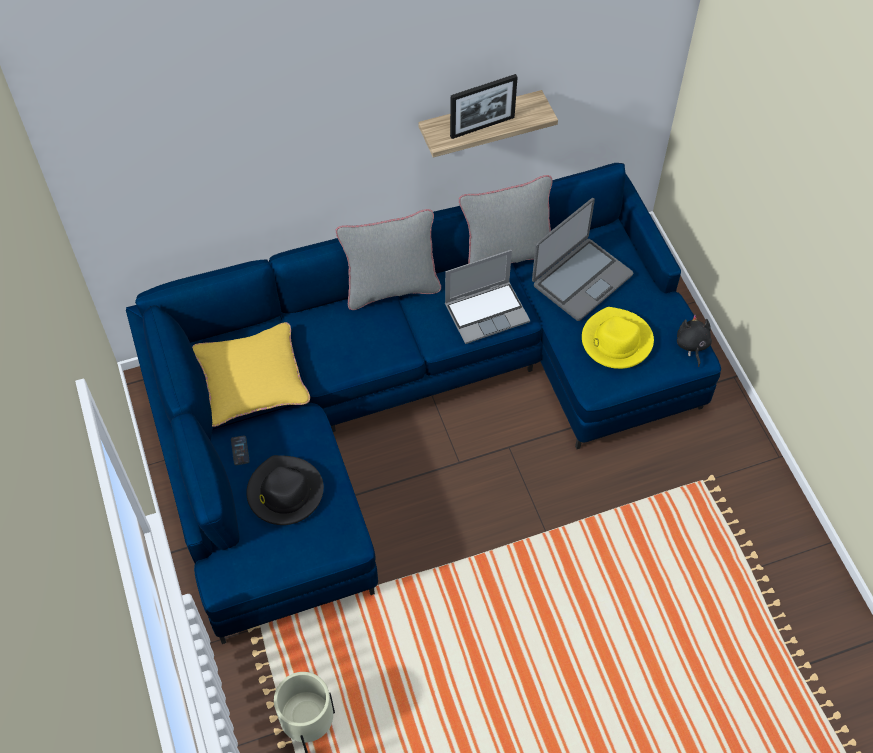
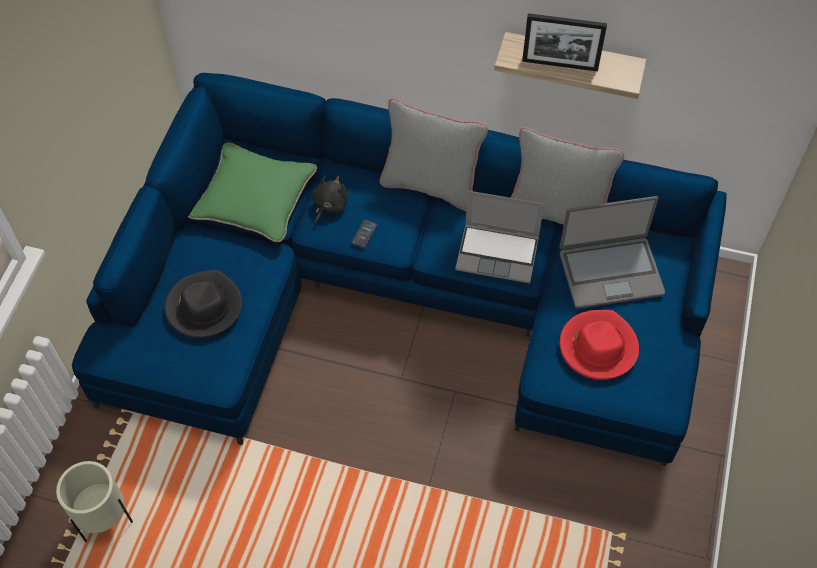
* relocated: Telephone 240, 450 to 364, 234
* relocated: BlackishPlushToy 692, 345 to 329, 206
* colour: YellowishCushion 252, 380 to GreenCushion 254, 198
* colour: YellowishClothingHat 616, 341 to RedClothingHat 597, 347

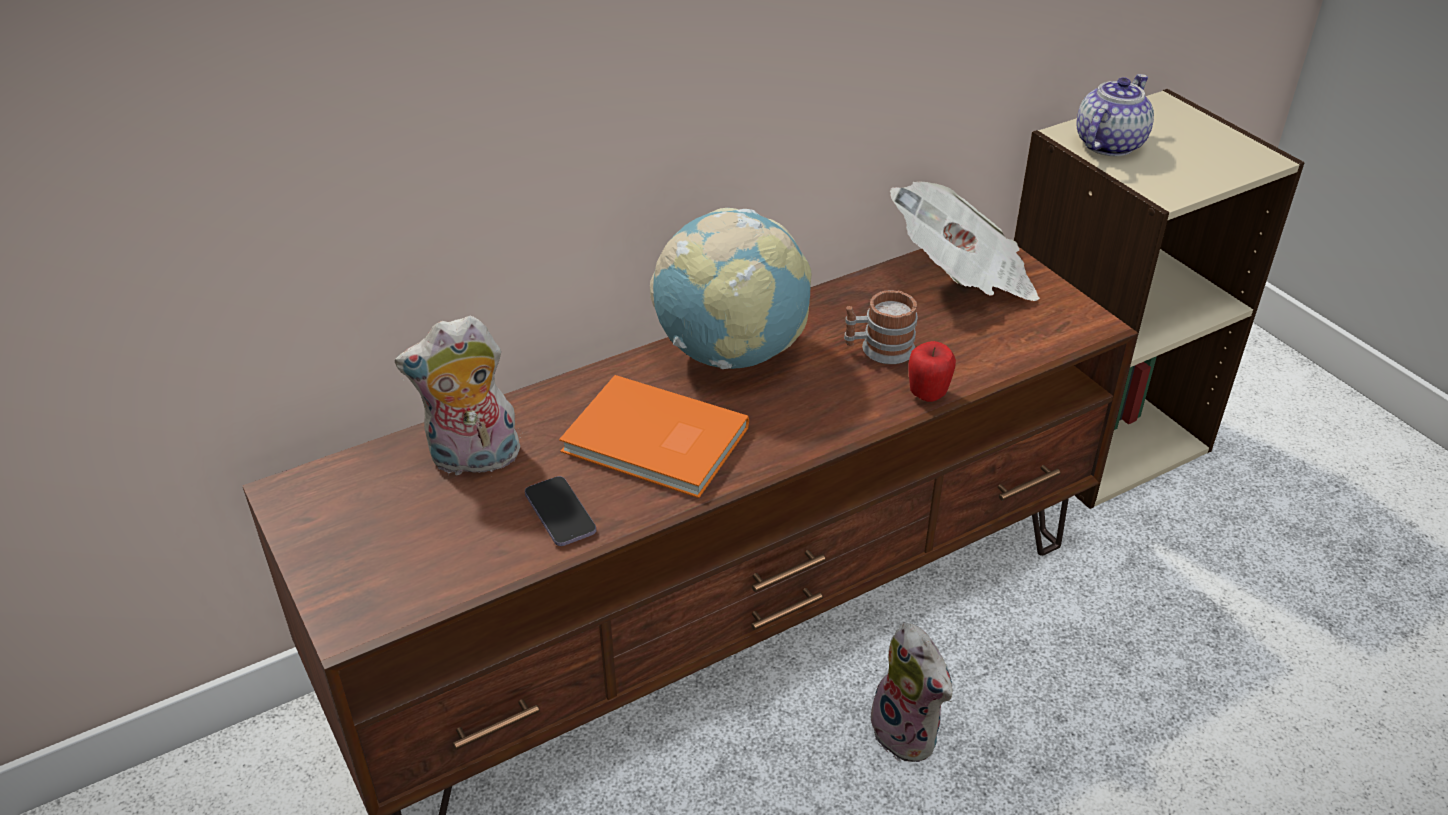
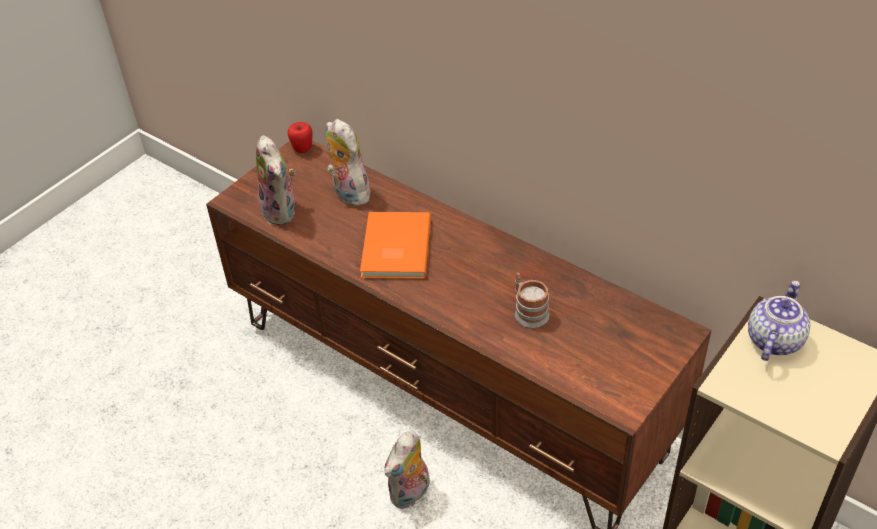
* missing: Telephone 560, 513
* missing: Globe 731, 353
* missing: DailyPaper 962, 277
* appeared: PlushToy 282, 211
* relocated: WholeApple 927, 394 to 302, 149
* spun: PotForTea 1108, 144 = 773, 340 75 degrees counterclockwise

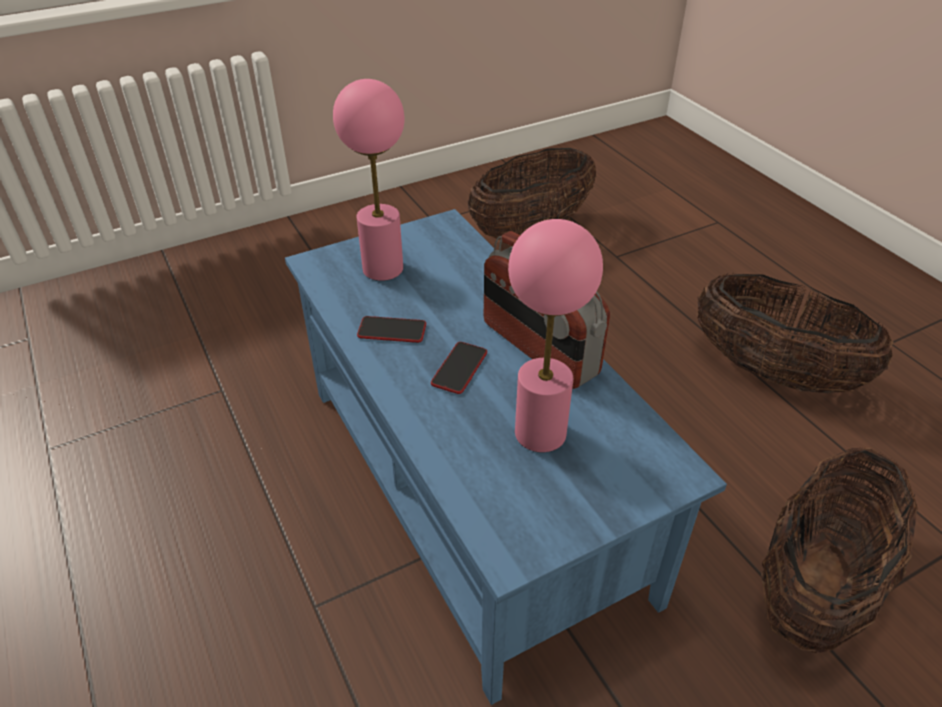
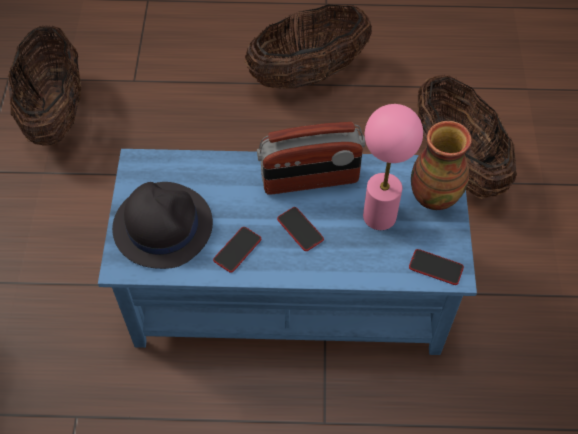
* appeared: Telephone 436, 267
* appeared: FlowerVase 433, 195
* exchanged: PinkColouredTableLamp 383, 268 to BlackishClothingHat 162, 225

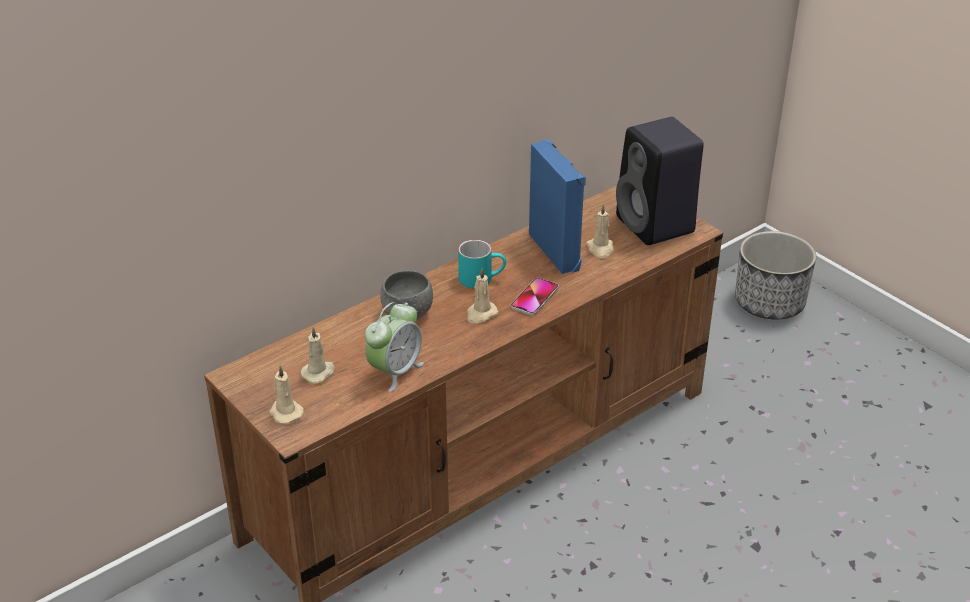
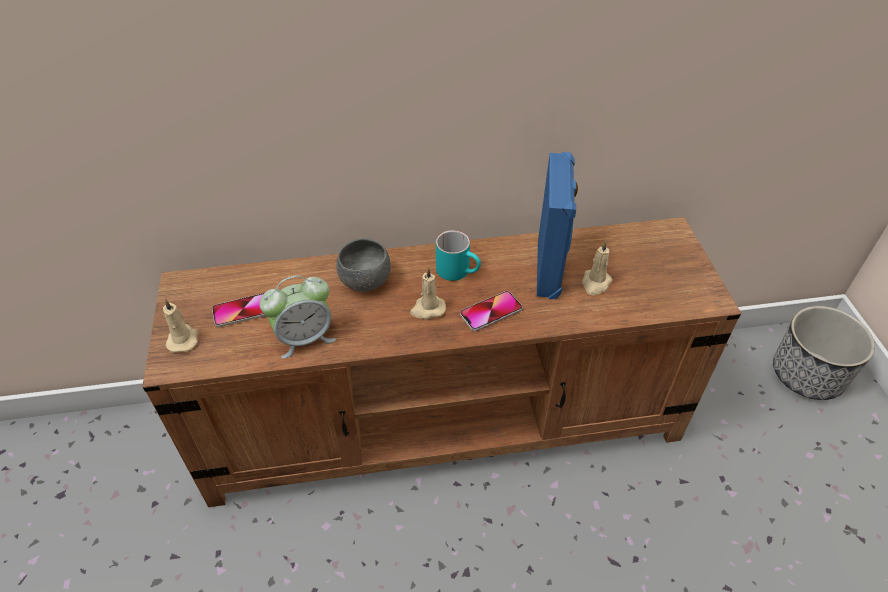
* missing: BlackishSpeaker 657, 226
* exchanged: SandColouredWaxLight 319, 373 to Telephone 244, 310

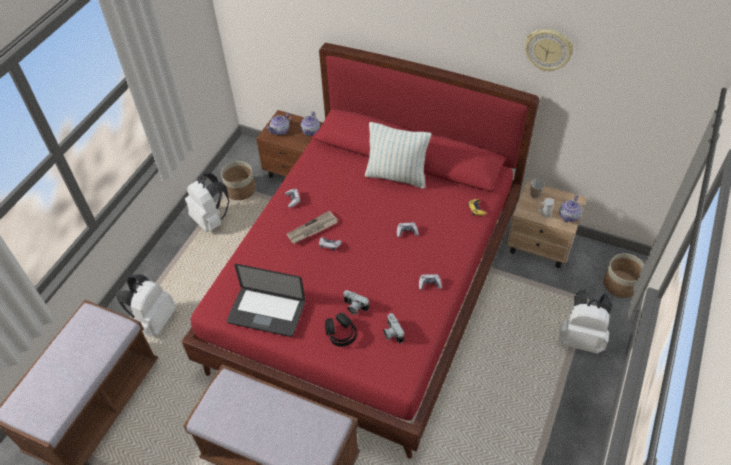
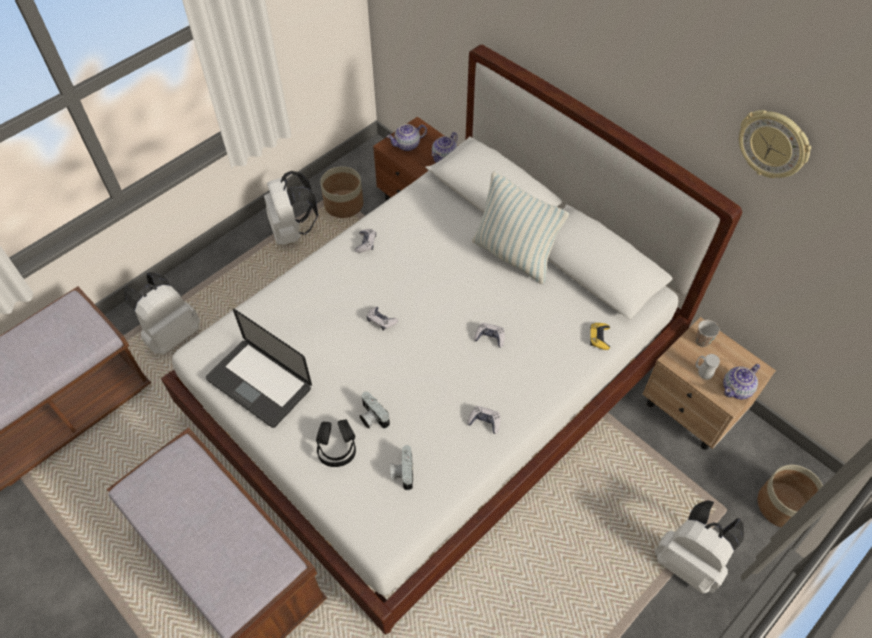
* missing: DailyPaper 312, 229
* colour: RedBedroomBed 368, 292 to WhitishBedroomBed 437, 391

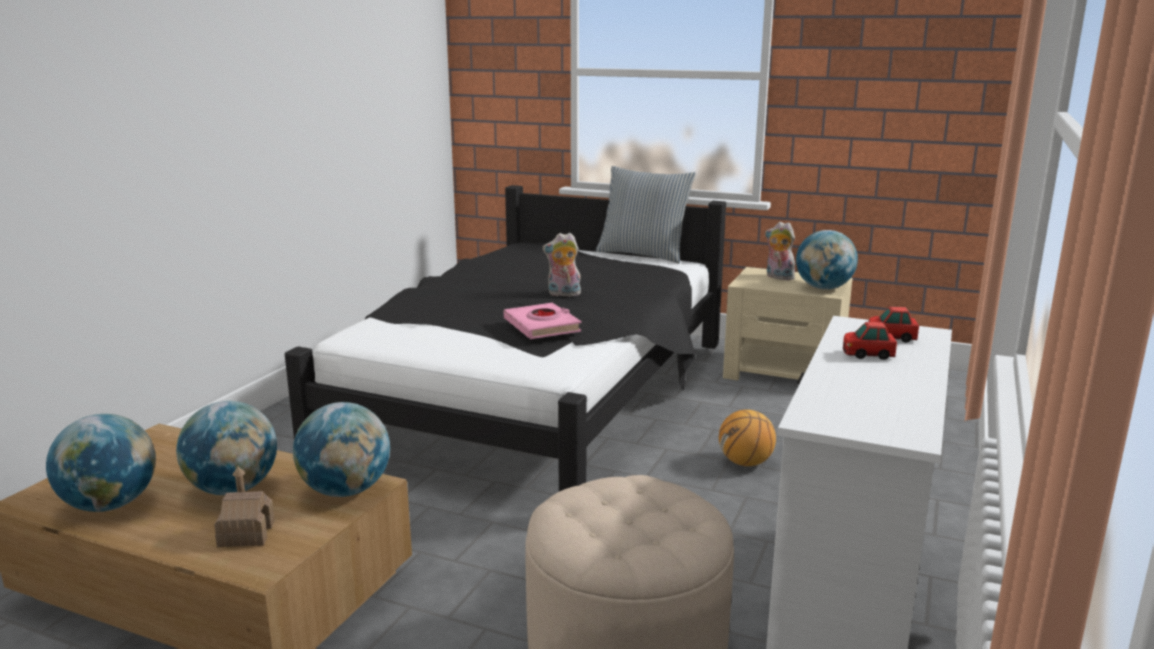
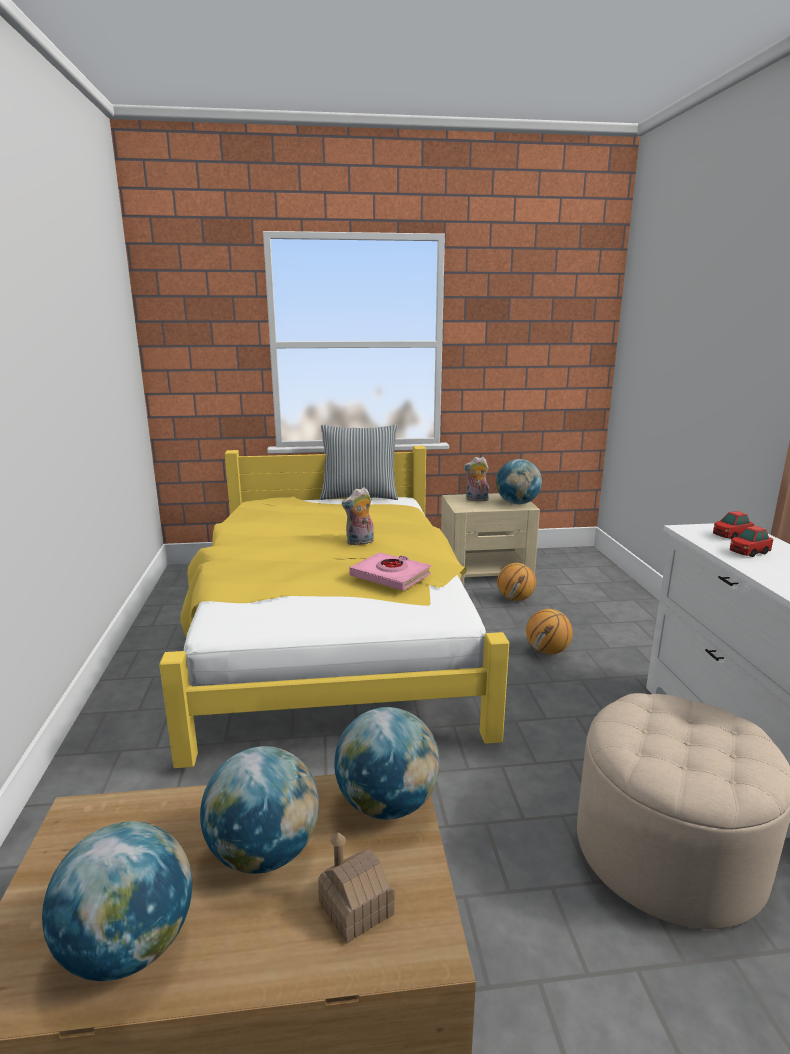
* appeared: BallForBasketball 515, 599
* colour: BlackishBedroomBed 535, 397 to YellowishBedroomBed 333, 638

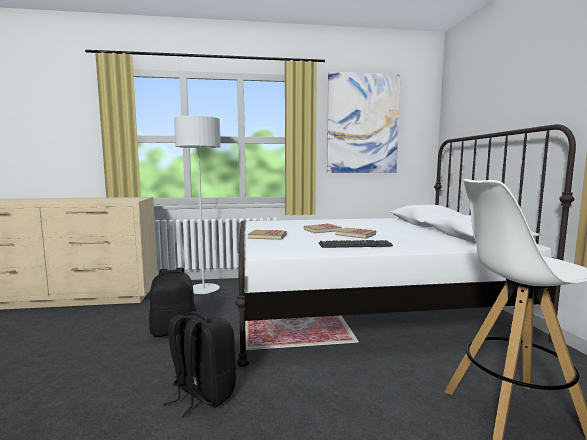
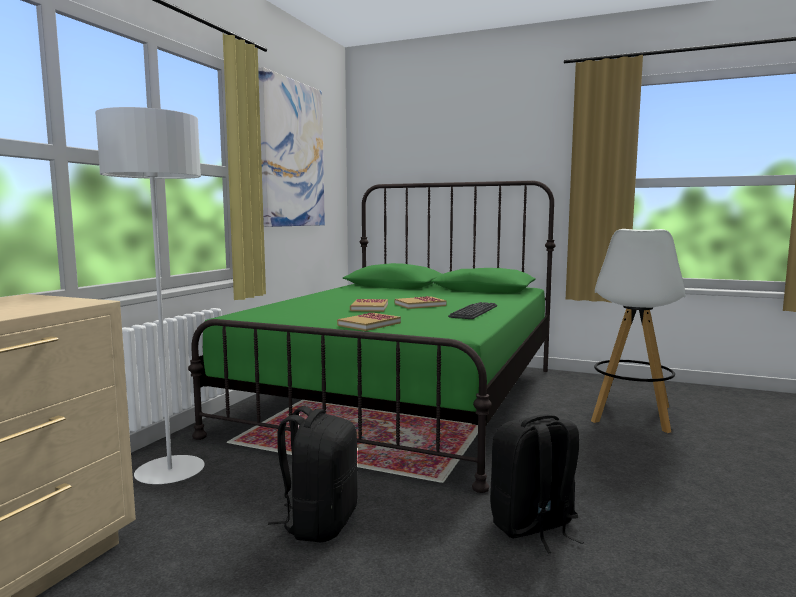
* colour: WhitishBedroomBed 366, 306 to GreenBedroomBed 403, 398

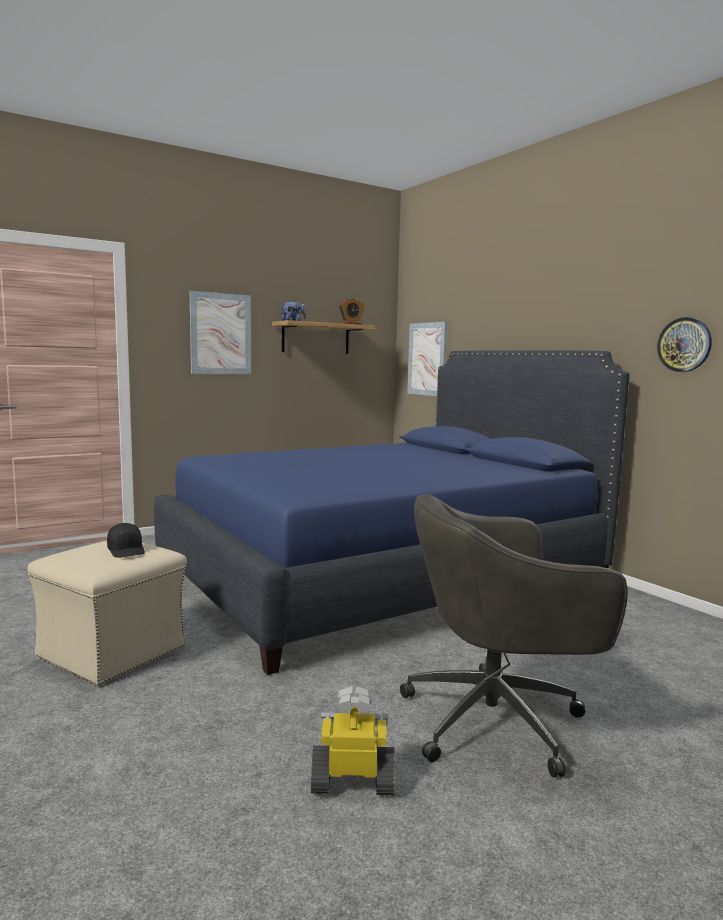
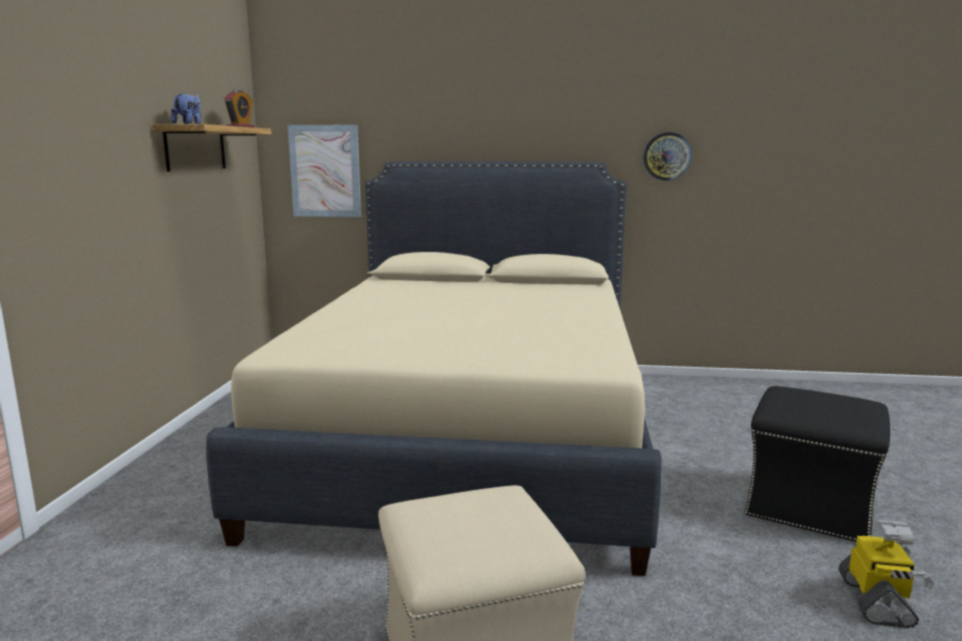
* missing: BlackishBaseballCap 127, 551
* missing: WallPicture 220, 334
* exchanged: GrayDeskChair 497, 720 to BlackishFootrest 808, 506
* colour: BluishBedroomBed 382, 576 to SandColouredBedroomBed 470, 438
* spun: RobotFigure 353, 781 = 877, 602 150 degrees clockwise

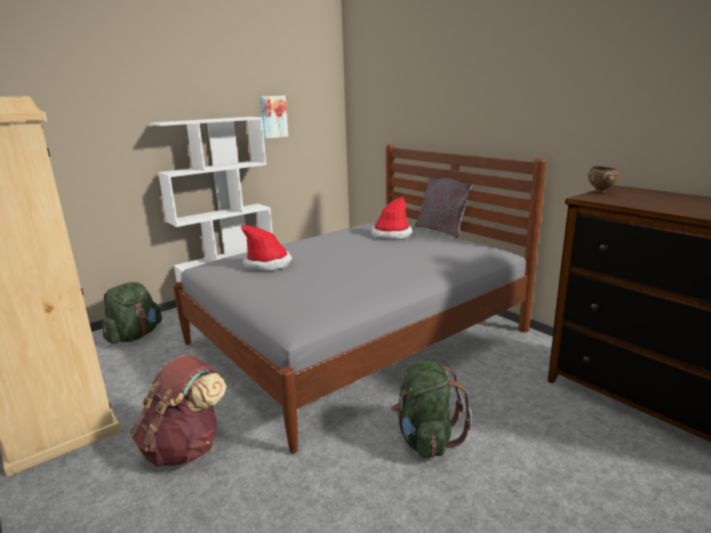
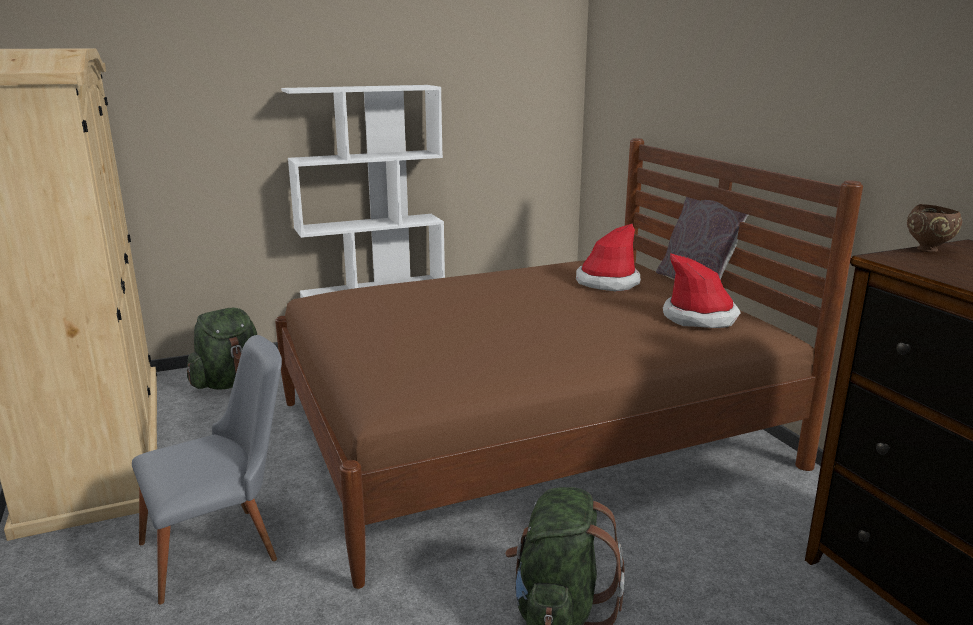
* missing: WallPicture 273, 117
* relocated: ClothingHat 268, 264 to 700, 317
* exchanged: BrownishRucksack 185, 447 to GrayChair 223, 548
* colour: GrayBedroomBed 357, 337 to BrownishBedroomBed 527, 434

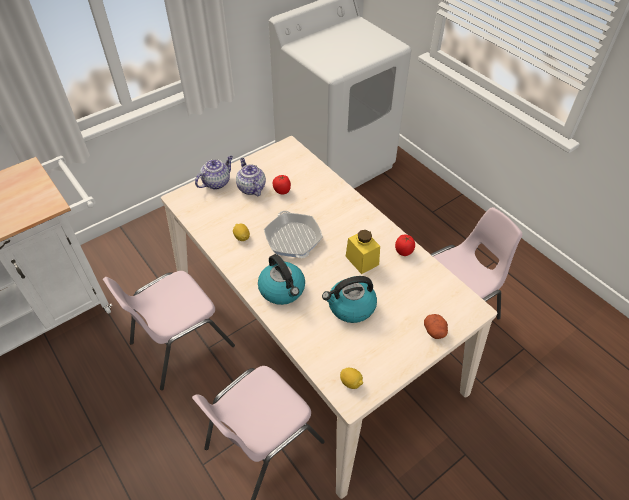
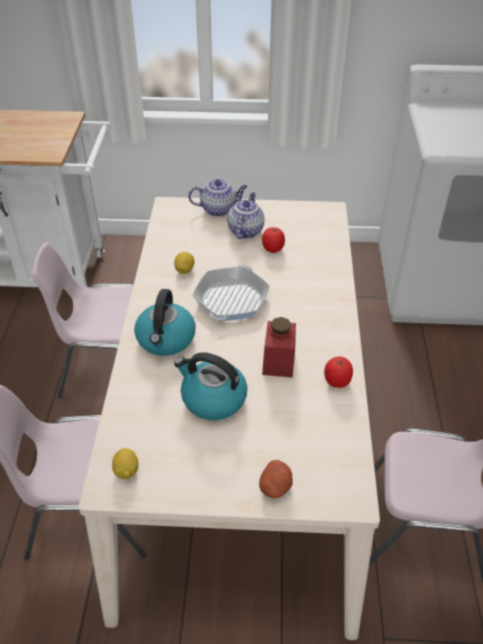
* colour: YellowishStorageJar 362, 260 to RedStorageJar 278, 362

